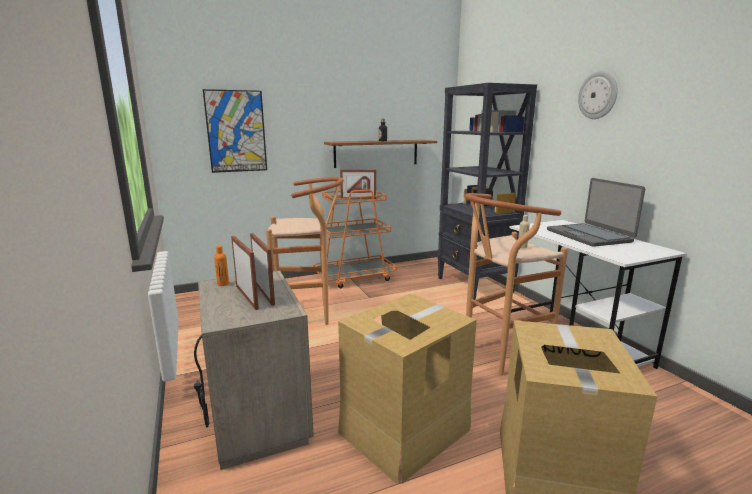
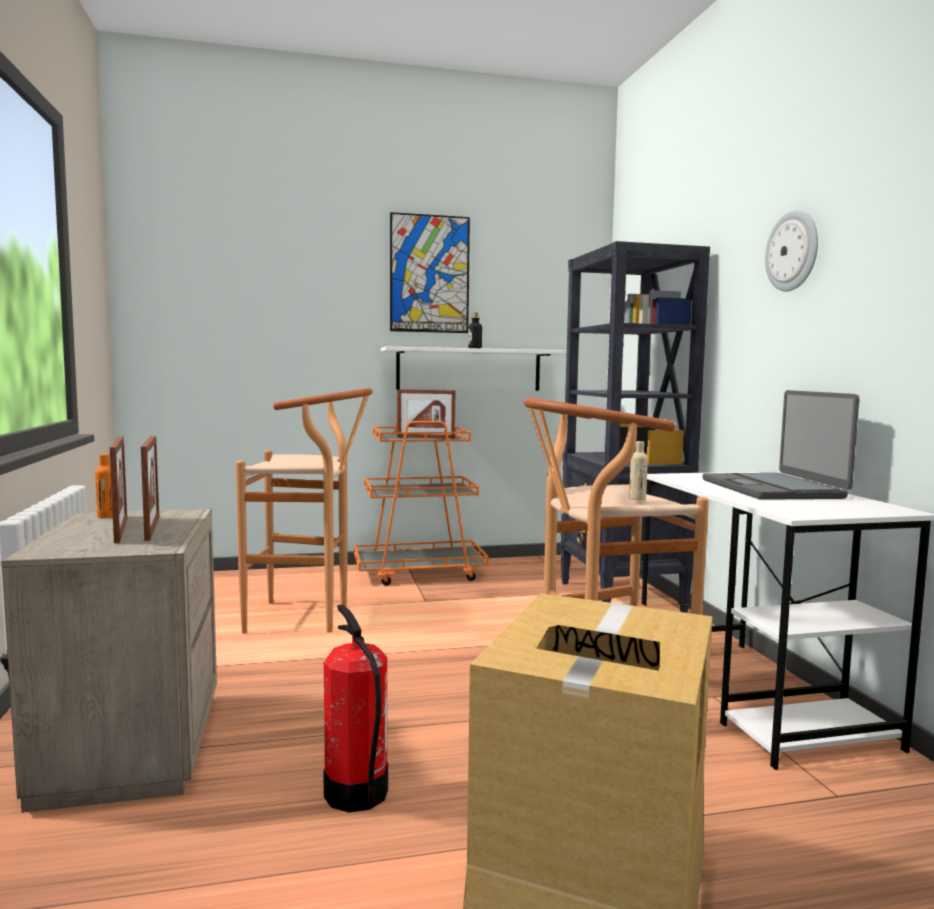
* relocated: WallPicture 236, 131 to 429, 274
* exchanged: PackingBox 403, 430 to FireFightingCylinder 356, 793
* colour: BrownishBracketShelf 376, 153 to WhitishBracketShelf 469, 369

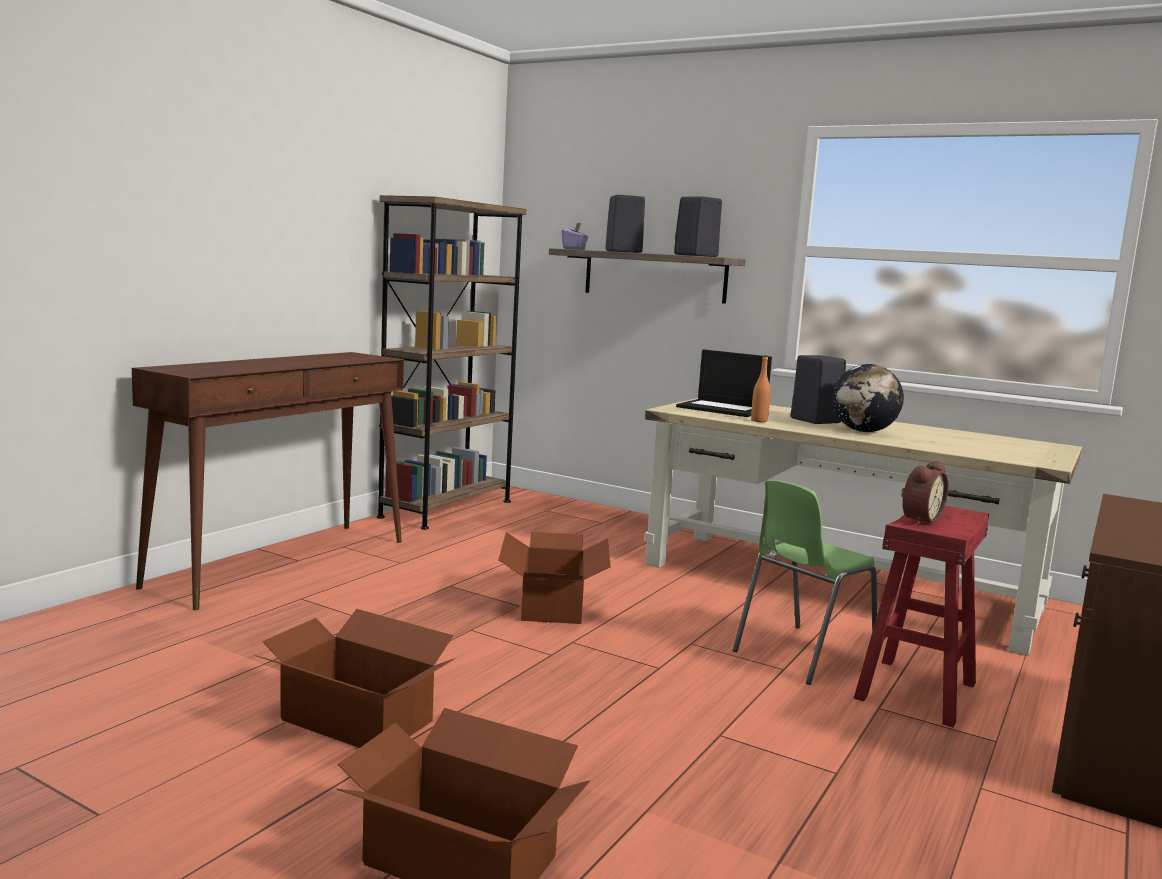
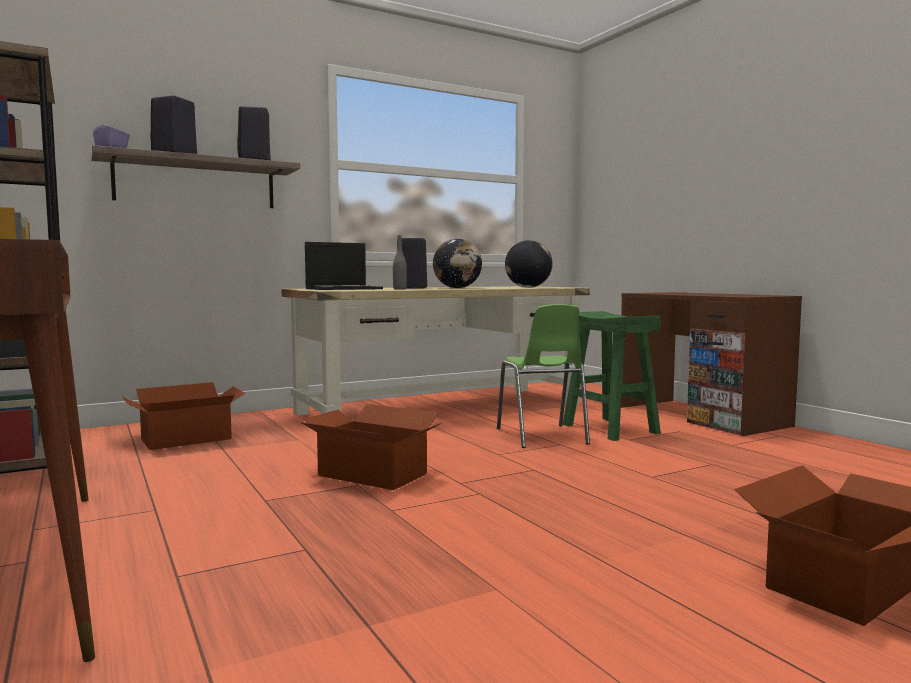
* missing: TableClock 918, 519
* appeared: Globe 528, 287
* relocated: PackingBox 356, 721 to 187, 439
* colour: OrangeyDrinkBottle 759, 421 to GrayDrinkBottle 399, 289
* colour: RedStool 915, 690 to GreenStool 609, 429

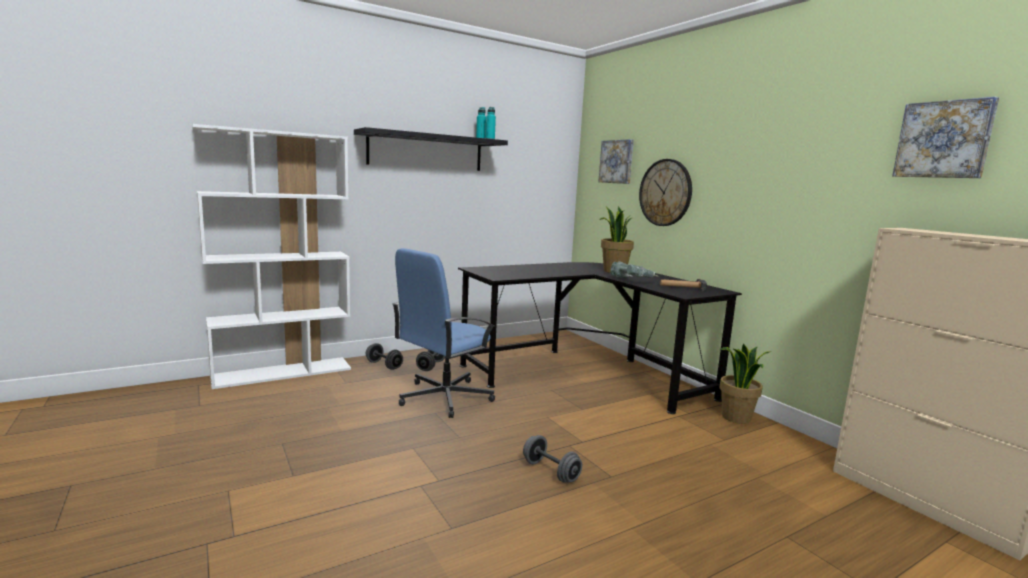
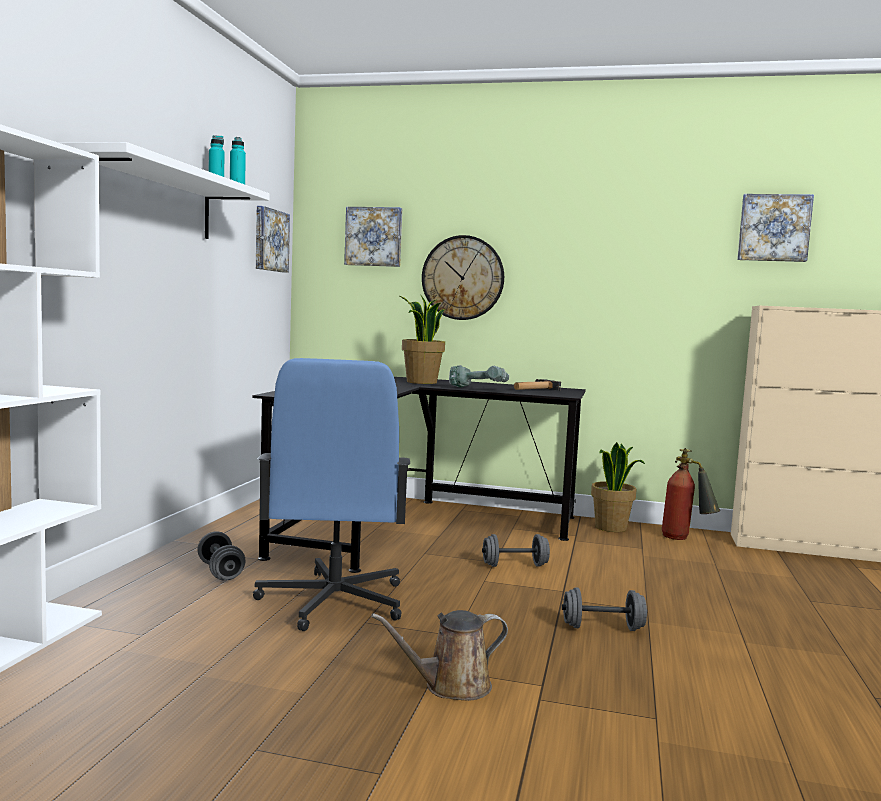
* appeared: WallPicture 269, 240
* appeared: BrownishWateringCan 451, 686
* appeared: FireFightingCylinder 685, 539
* relocated: GrayHandWeight 384, 365 to 514, 565
* colour: BlackishBracketShelf 426, 152 to WhitishBracketShelf 149, 199

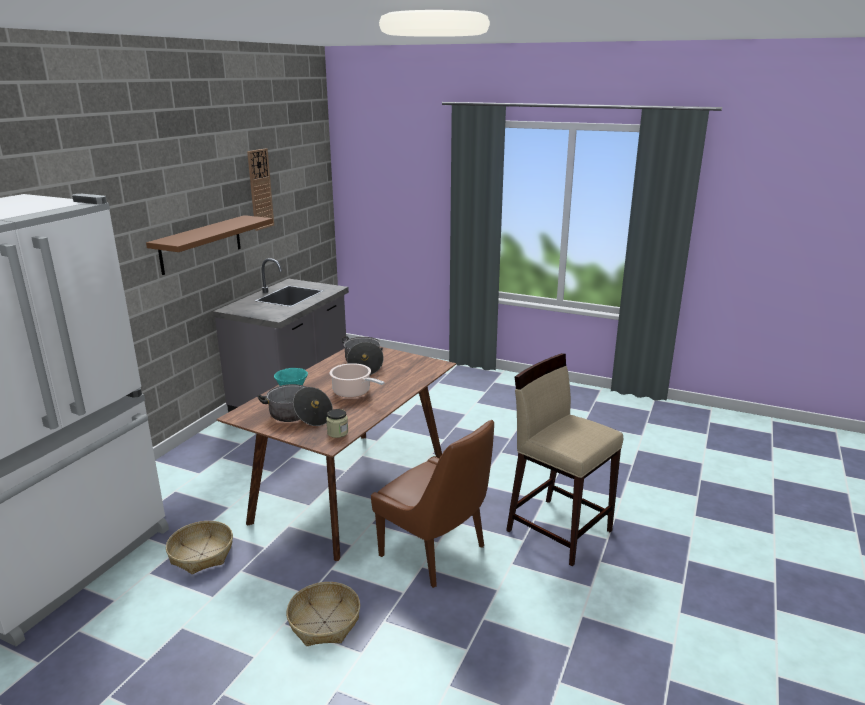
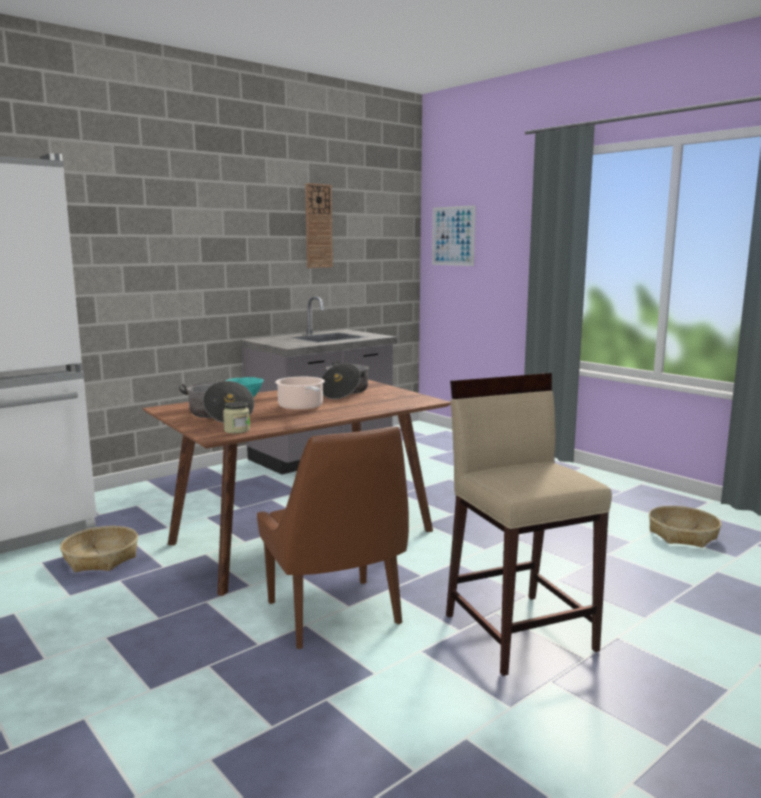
* missing: BrownishBracketShelf 201, 244
* appeared: WallPicture 453, 236
* relocated: HouseholdBasket 324, 622 to 683, 535

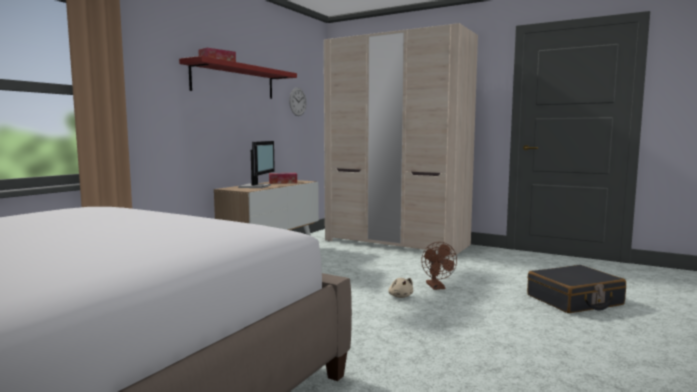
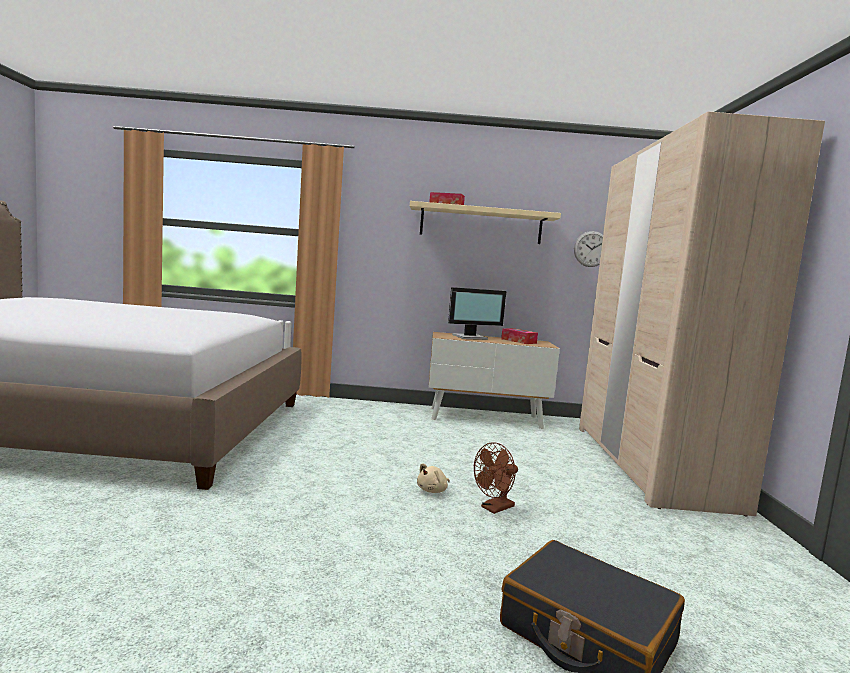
* colour: RedBracketShelf 234, 81 to SandColouredBracketShelf 481, 224

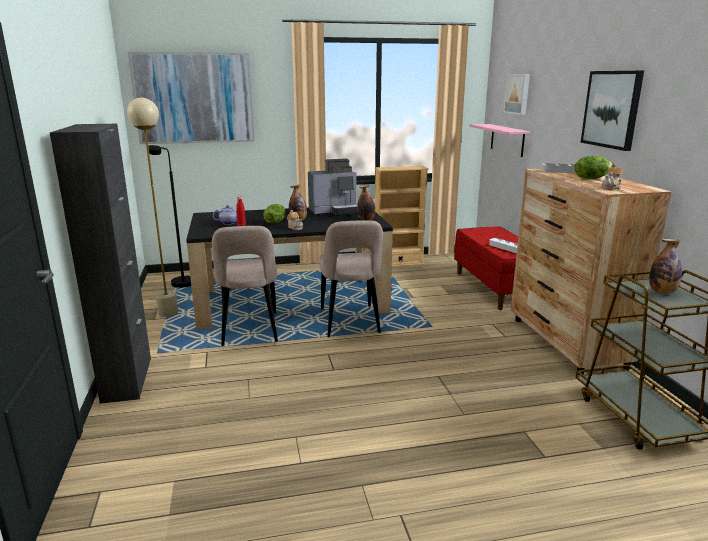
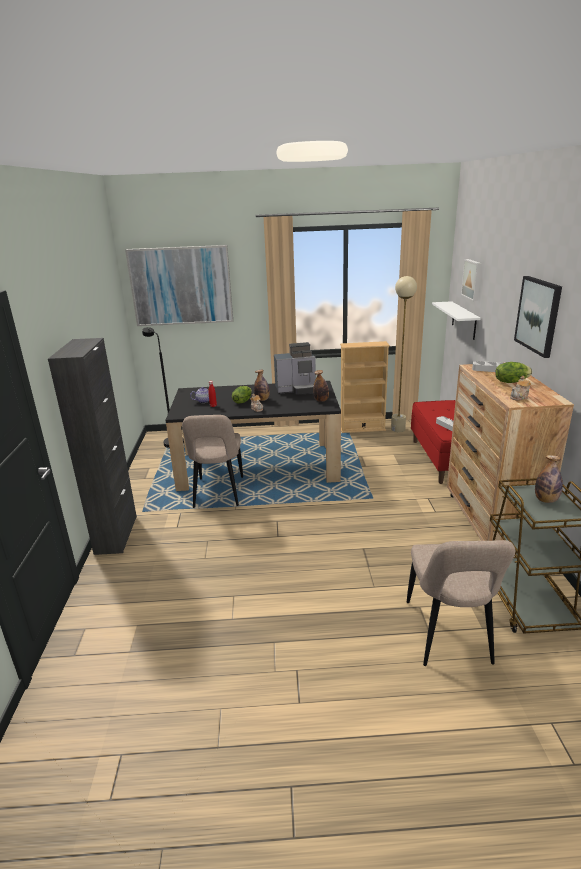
* relocated: SandColouredFloorLamp 168, 313 to 398, 429
* relocated: SandColouredChair 350, 322 to 449, 635
* colour: PinkColouredBracketShelf 507, 140 to WhitishBracketShelf 464, 320

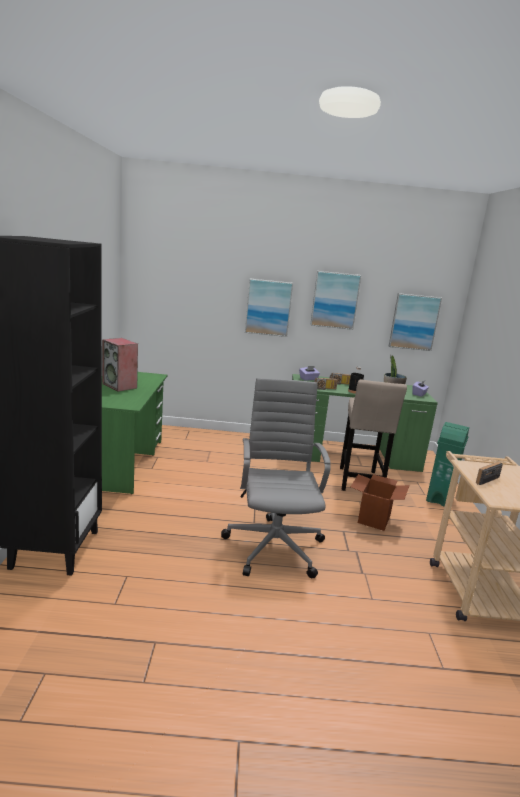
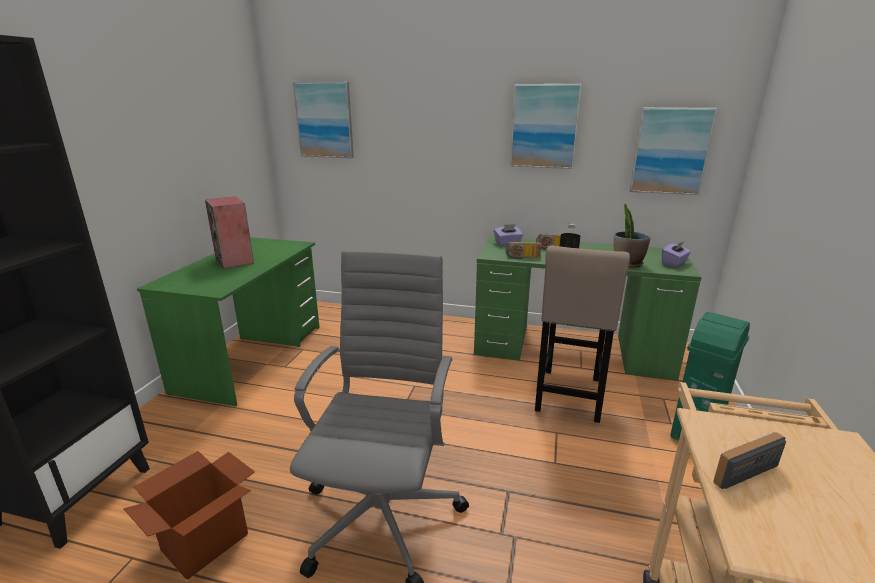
* relocated: WallPicture 268, 307 to 324, 120
* relocated: PackingBox 374, 519 to 205, 542

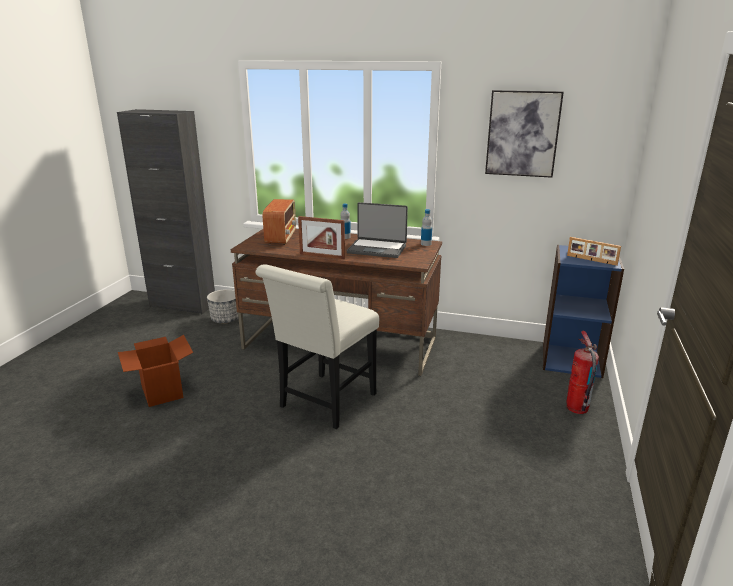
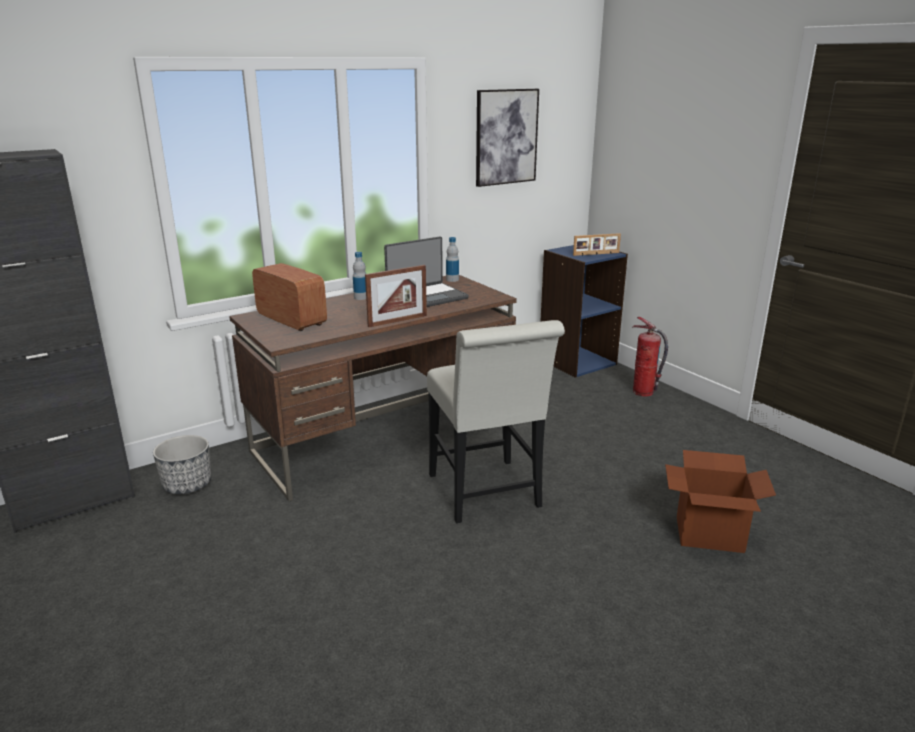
* relocated: PackingBox 162, 392 to 709, 534

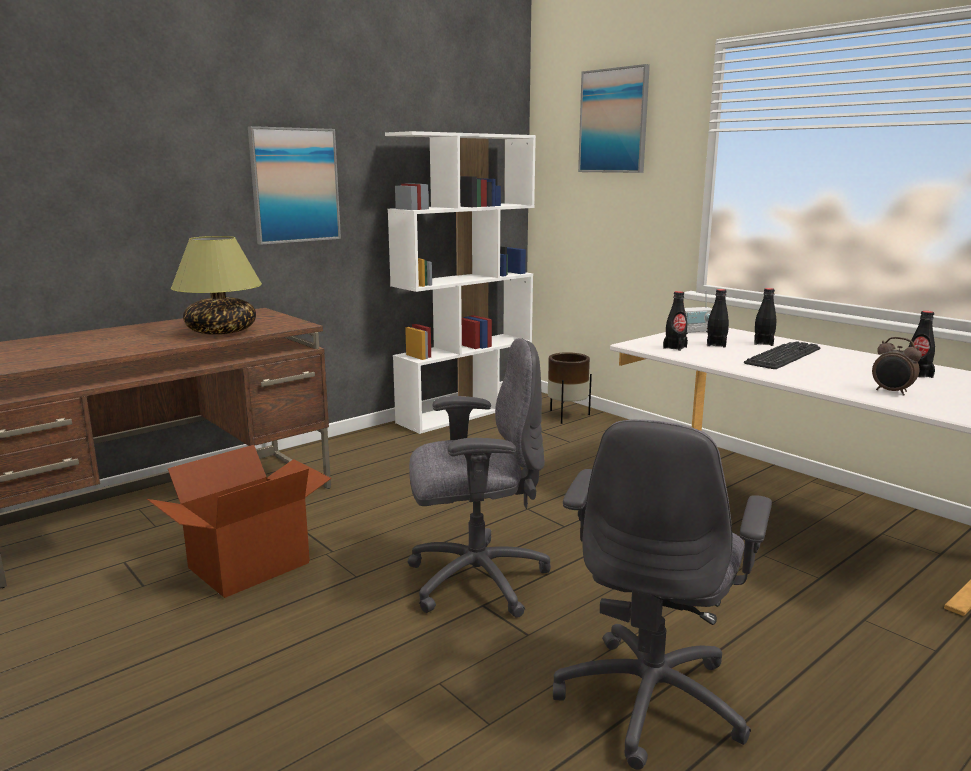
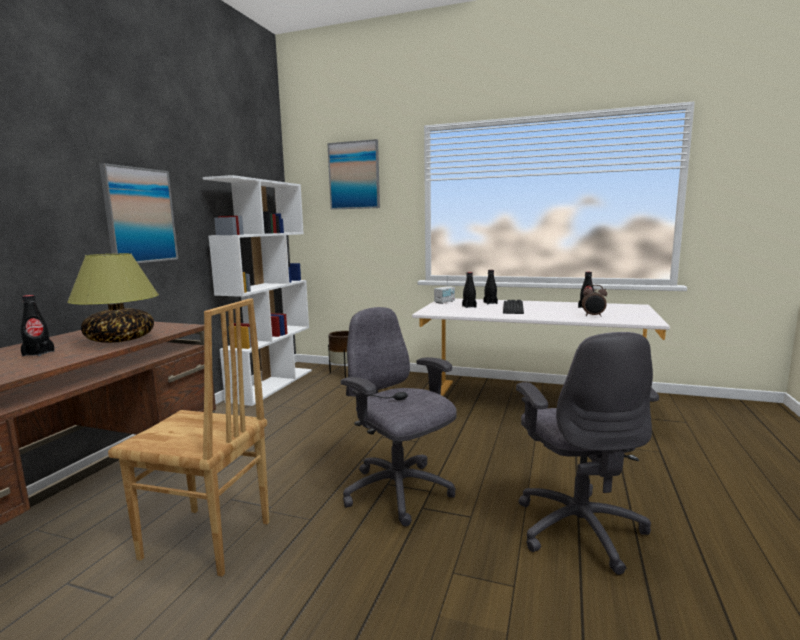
* relocated: BlackishDrinkBottle 675, 347 to 38, 353
* exchanged: PackingBox 248, 564 to BrownishChair 206, 541
* spun: GrayDeskChair 475, 580 = 398, 493 90 degrees counterclockwise

